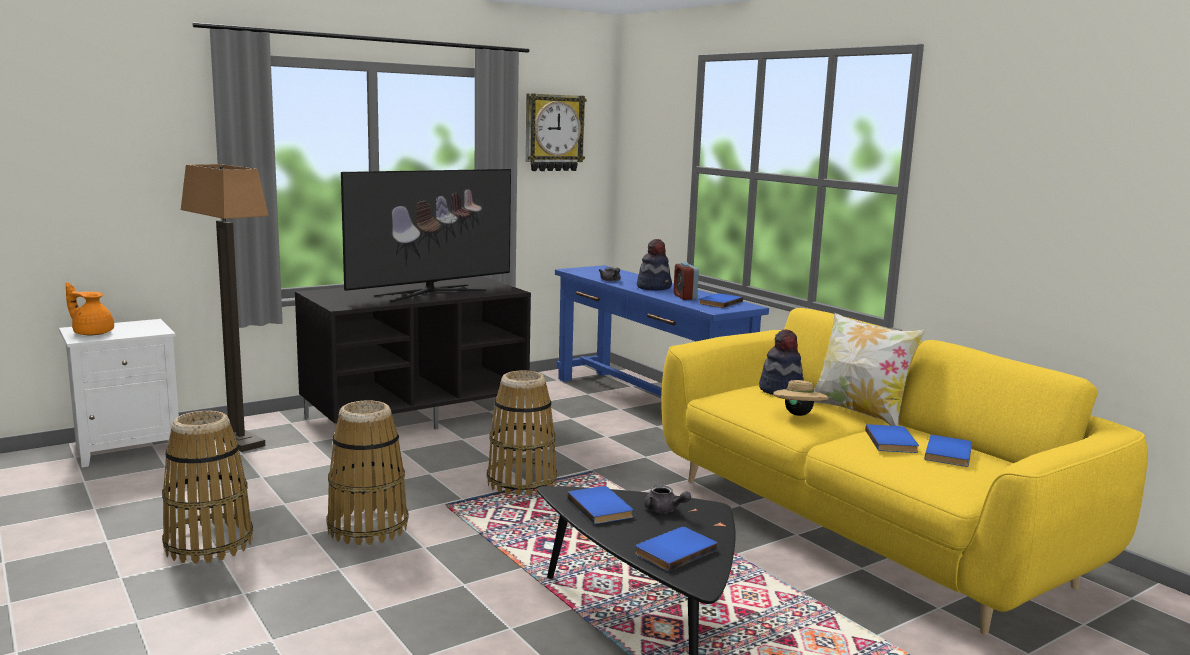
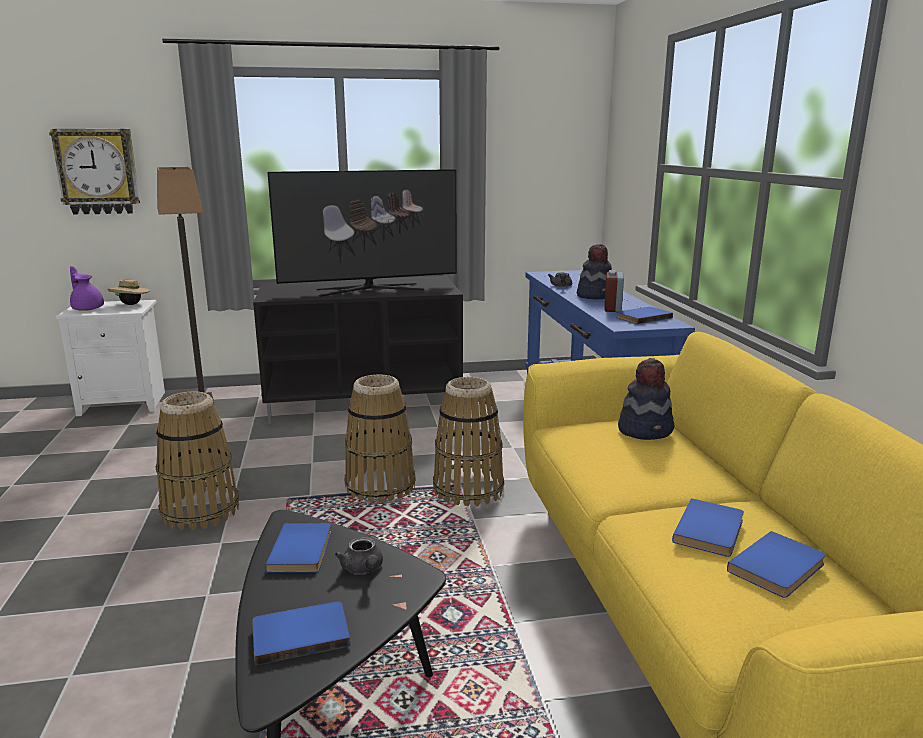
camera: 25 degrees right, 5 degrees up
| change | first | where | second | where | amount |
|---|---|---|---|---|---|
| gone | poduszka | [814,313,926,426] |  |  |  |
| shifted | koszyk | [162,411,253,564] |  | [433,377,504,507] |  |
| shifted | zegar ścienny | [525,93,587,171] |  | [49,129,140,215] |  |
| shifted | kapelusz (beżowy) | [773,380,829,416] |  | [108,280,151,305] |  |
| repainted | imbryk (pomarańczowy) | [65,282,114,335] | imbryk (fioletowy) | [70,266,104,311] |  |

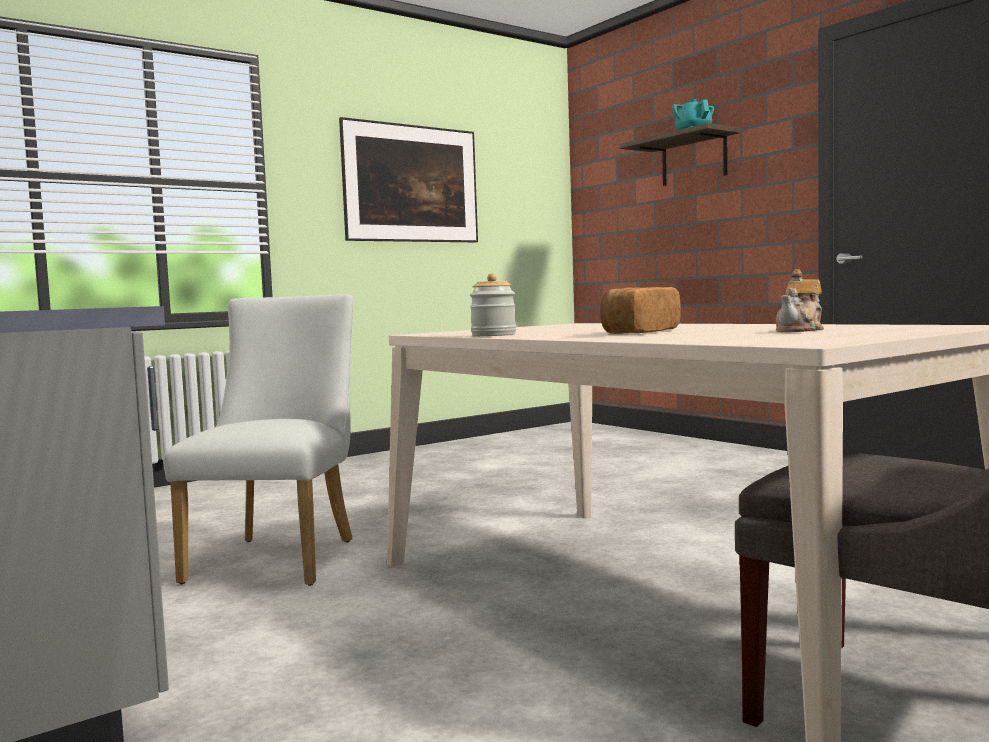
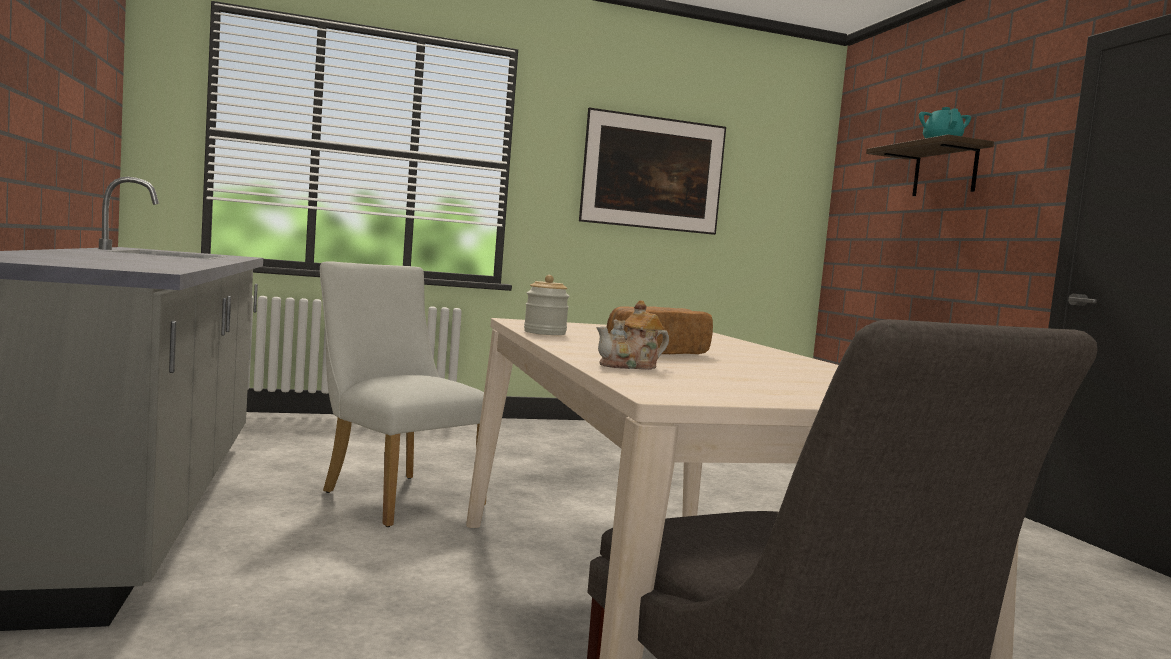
camera: 20 degrees right, 0 degrees up
| change | first | where | second | where | amount |
|---|---|---|---|---|---|
| shifted | imbryk | [776,269,824,332] |  | [596,300,669,370] |  |
| rotated | krzesło (biały) | [163,294,354,586] |  | [320,261,486,527] | 75 degrees counterclockwise |

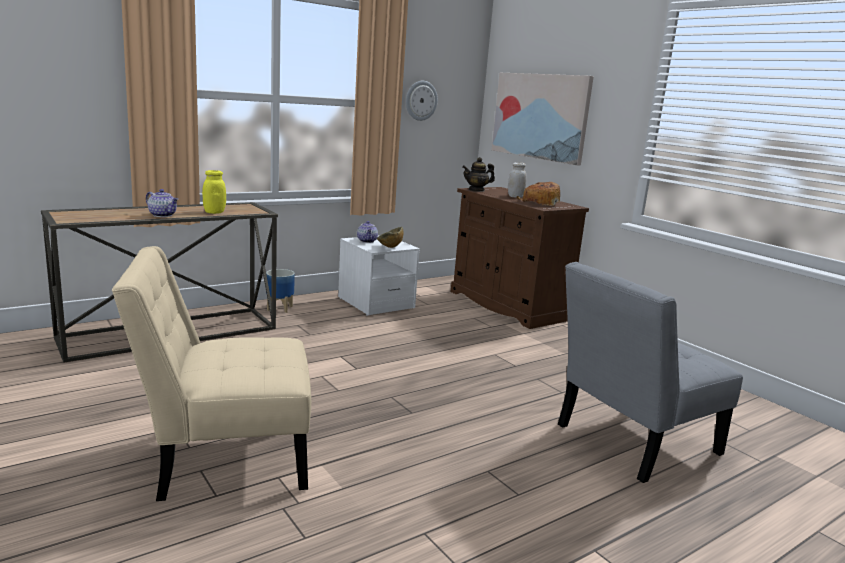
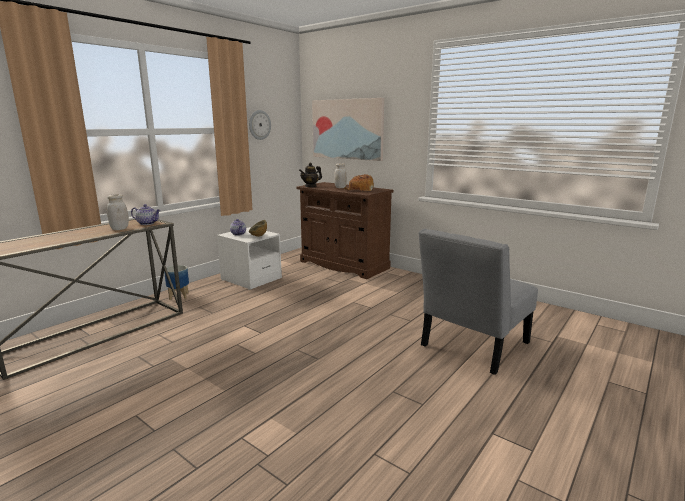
camera: 15 degrees left, 0 degrees up
| change | first | where | second | where | amount |
|---|---|---|---|---|---|
| gone | krzesło (beżowy) | [112,246,311,501] |  |  |  |
| shifted | imbryk | [146,189,178,217] |  | [131,204,160,225] |  |
| repainted | słoik (żółty) | [202,170,226,214] | słoik (biały) | [107,194,129,230] |  |

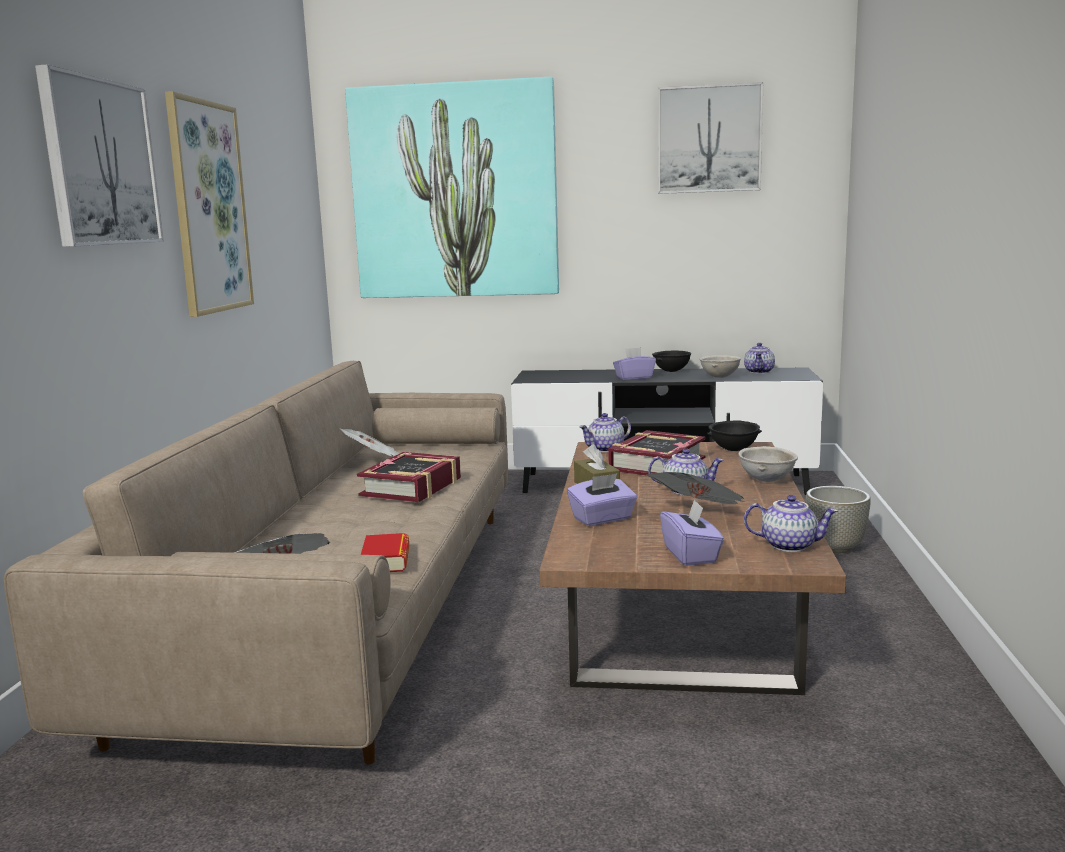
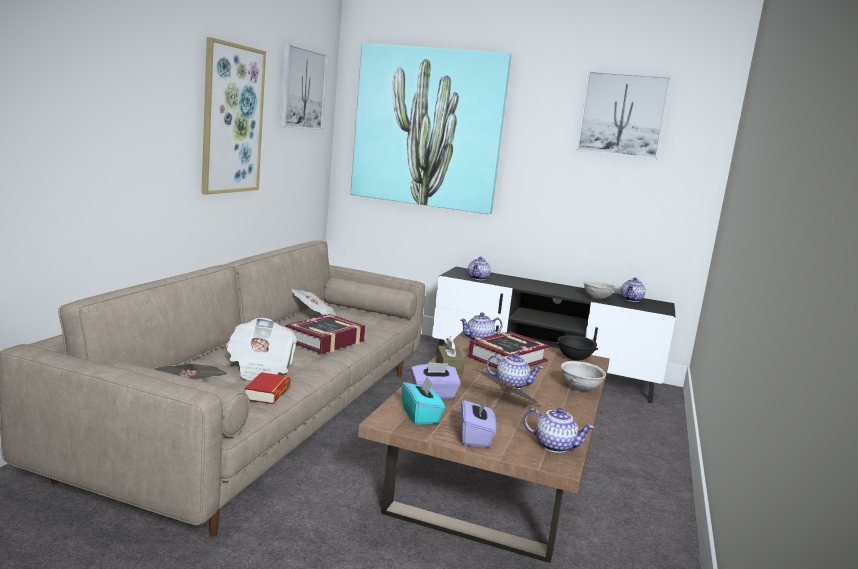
camera: 10 degrees right, 0 degrees up
| change | first | where | second | where | amount |
|---|---|---|---|---|---|
| gone | pudełko chusteczek (fioletowy) | [613,347,656,380] |  |  |  |
| gone | miska (czarny) | [652,350,691,372] |  |  |  |
| gone | donica (szary) | [806,486,871,553] |  |  |  |
| new |  |  | gazeta | [226,318,297,380] |  |
| new |  |  | pudełko chusteczek (turkusowy) | [402,376,445,425] |  |
| new |  |  | imbryk | [468,257,491,280] |  |
| shifted | obraz | [35,65,164,247] |  | [280,43,328,130] |  |

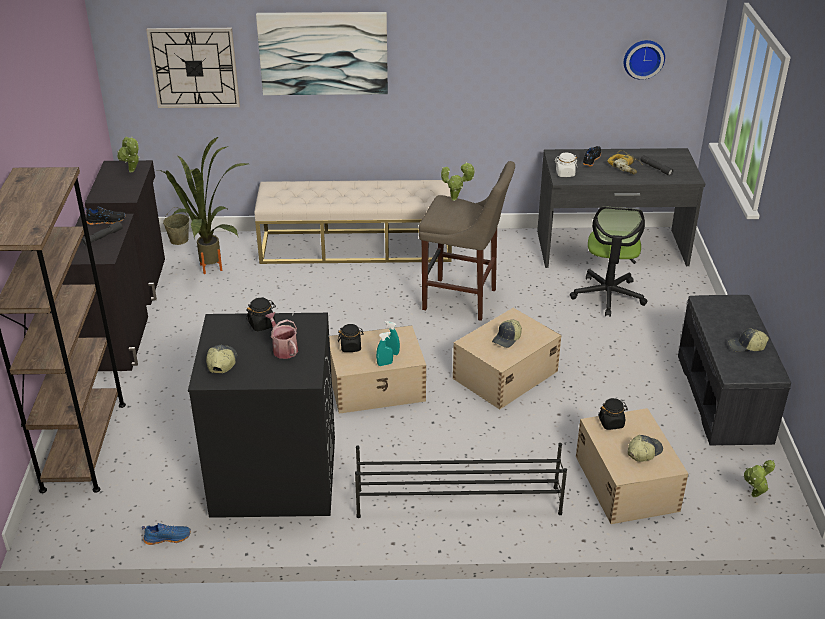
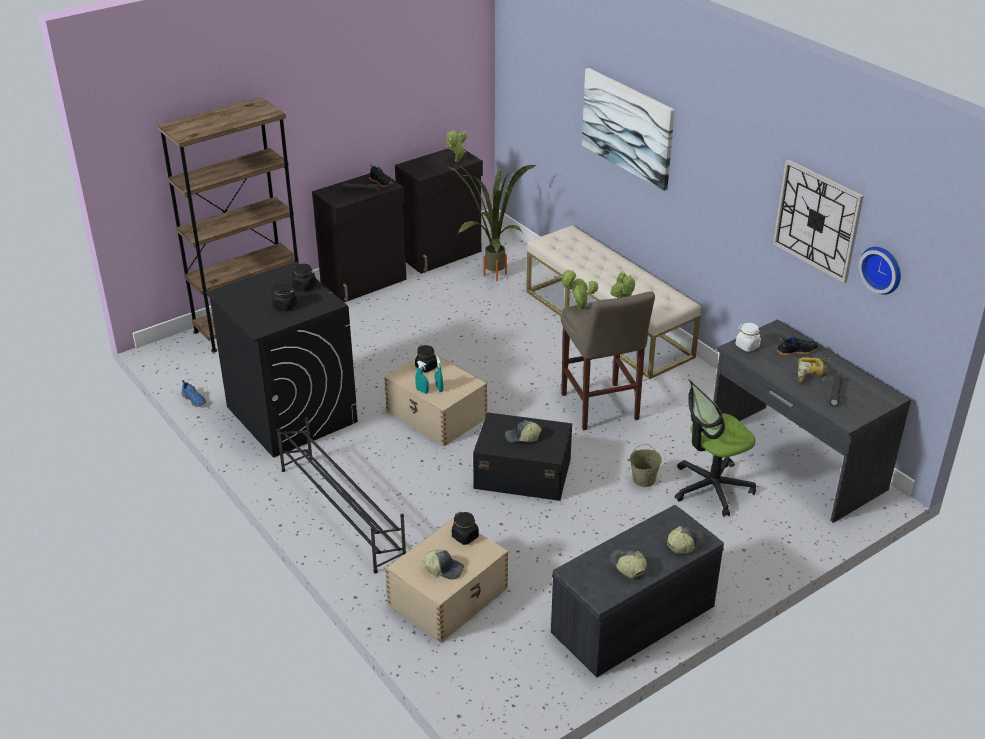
camera: 55 degrees right, 0 degrees up
| change | first | where | second | where | amount |
|---|---|---|---|---|---|
| shifted | zegar ścienny | [146,28,240,108] |  | [773,159,864,283] |  |
| shifted | wiadro (beżowy) | [163,207,189,245] |  | [630,444,662,487] |  |
| shifted | czapka z daszkiem | [206,345,237,373] |  | [667,526,706,554] |  |
| shifted | roślina doniczkowa | [743,460,775,497] |  | [561,269,598,310] |  |
| swapped | konewka | [265,312,298,359] | słoik (czarny) | [271,283,297,311] |  |
| repainted | pojemnik do przechowywania (beżowy) | [453,308,562,409] | pojemnik do przechowywania (czarny) | [473,412,572,501] |  |

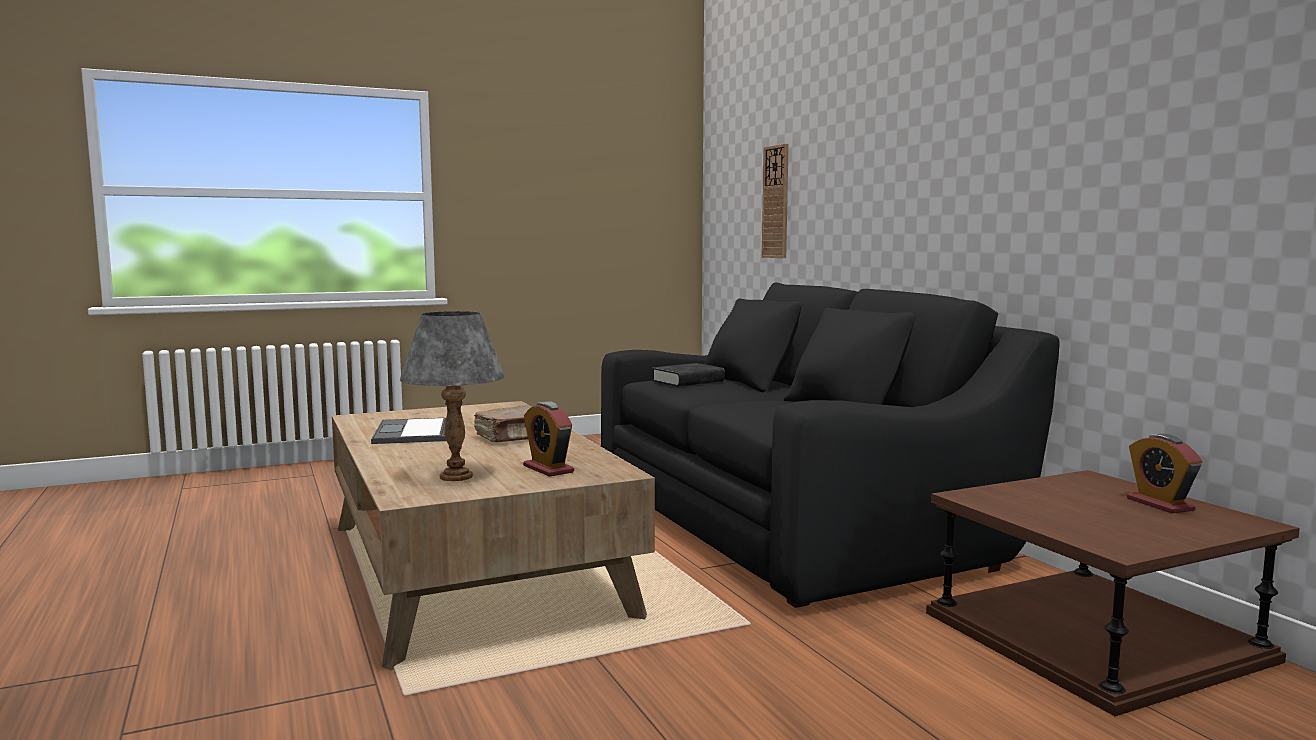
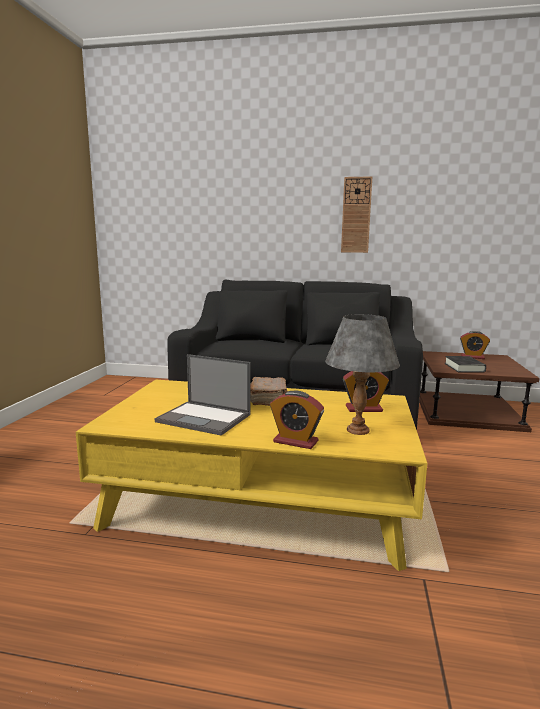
camera: 55 degrees left, 5 degrees up
| change | first | where | second | where | amount |
|---|---|---|---|---|---|
| new |  |  | budzik | [270,391,324,449] |  |
| shifted | książka (czarny) | [652,363,725,387] |  | [445,356,486,373] |  |
| shifted | zegar ścienny | [762,144,789,258] |  | [341,176,372,253] |  |
| repainted | ława (brązowy) | [332,401,655,670] | ława (żółty) | [76,379,427,571] |  |

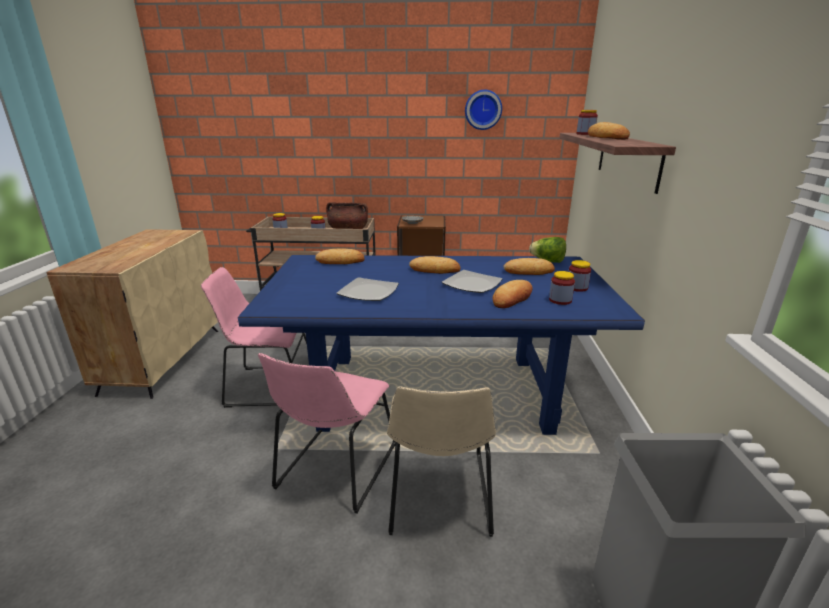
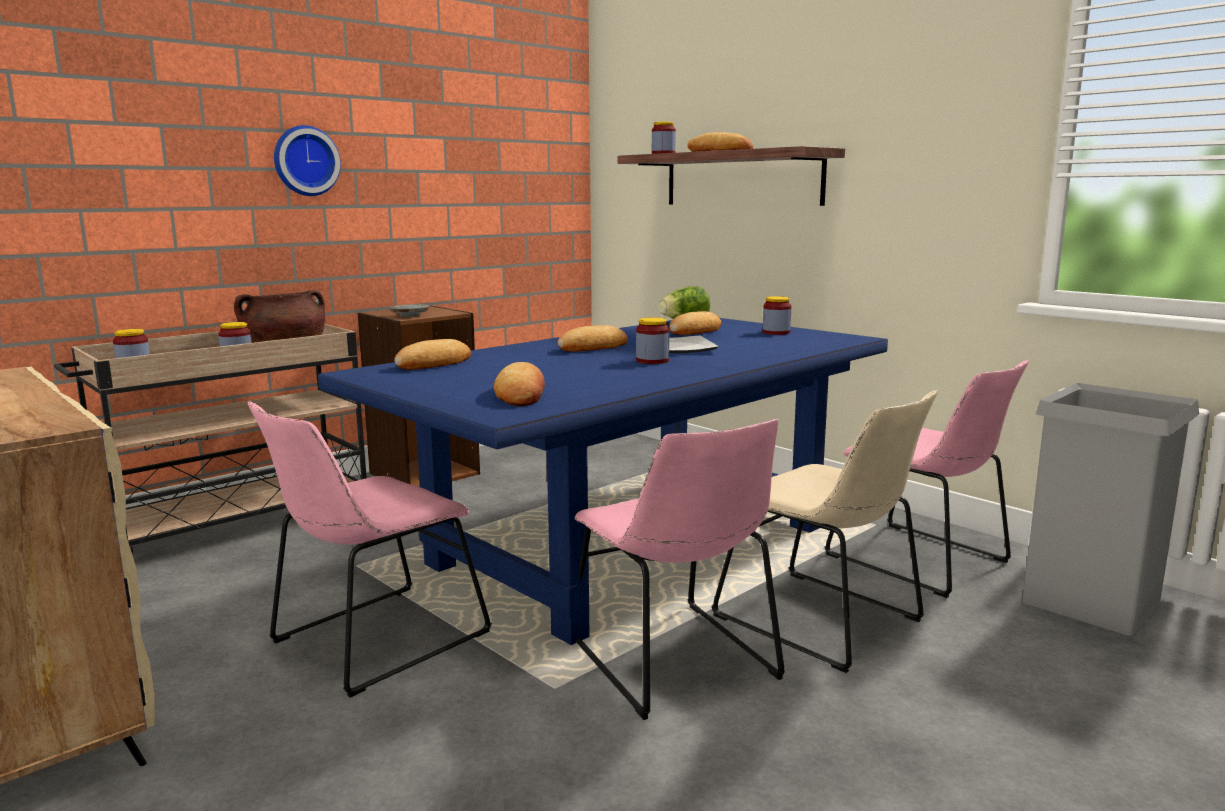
camera: 45 degrees left, 10 degrees down
| change | first | where | second | where | amount |
|---|---|---|---|---|---|
| gone | talerz | [336,277,399,301] |  |  |  |
| new |  |  | krzesło (różowy) | [825,360,1029,598] |  |
| shifted | zegar ścienny | [465,90,502,130] |  | [274,125,341,196] |  |
| shifted | chleb | [493,280,532,308] |  | [494,362,545,406] |  |
| shifted | słoik | [549,271,575,305] |  | [636,318,669,364] |  |

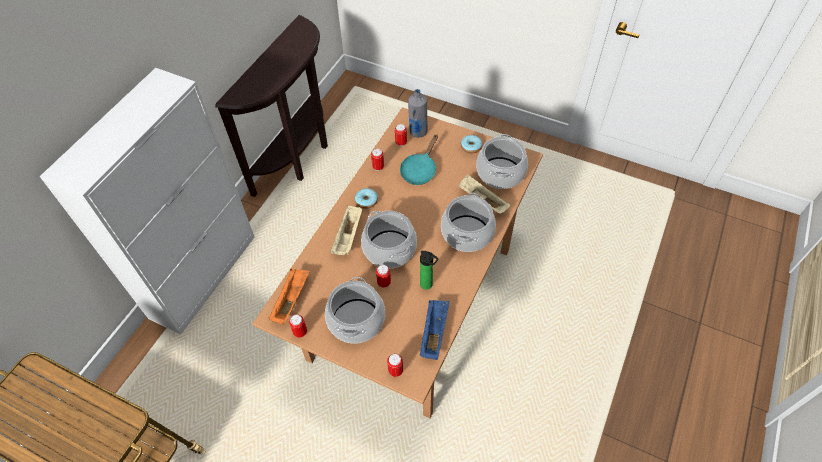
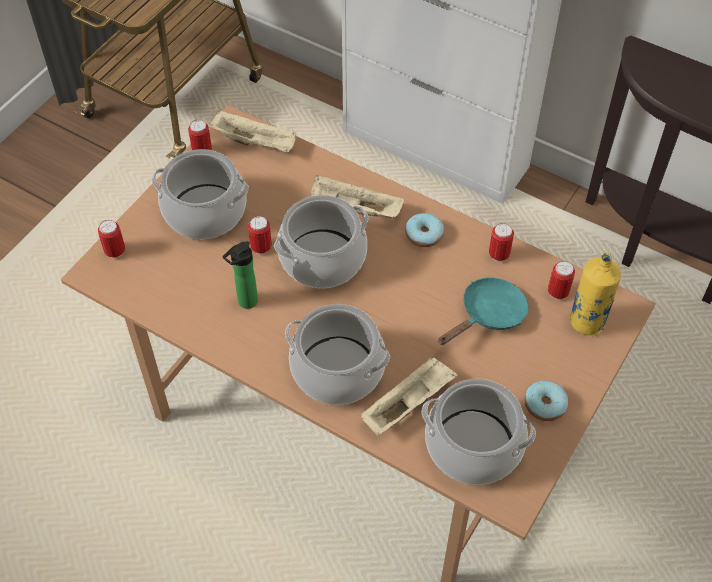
camera: 95 degrees right, 0 degrees up
| change | first | where | second | where | amount |
|---|---|---|---|---|---|
| gone | taca (niebieski) | [420,300,450,360] |  |  |  |
| repainted | taca (pomarańczowy) | [269,269,310,325] | taca (beżowy) | [208,110,296,153] |  |
| repainted | butelka (szary) | [408,89,428,138] | butelka (żółty) | [570,253,621,335] |  |
| rotated | patelnia (turkusowy) | [400,134,438,185] |  | [438,277,529,345] | 105 degrees clockwise |

